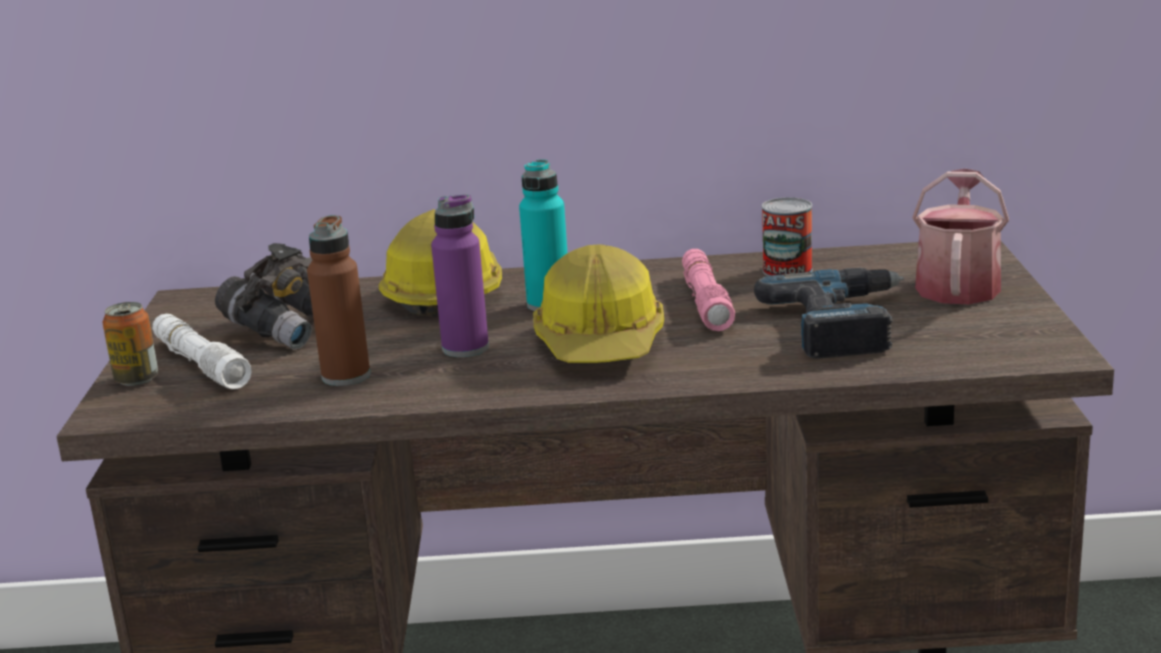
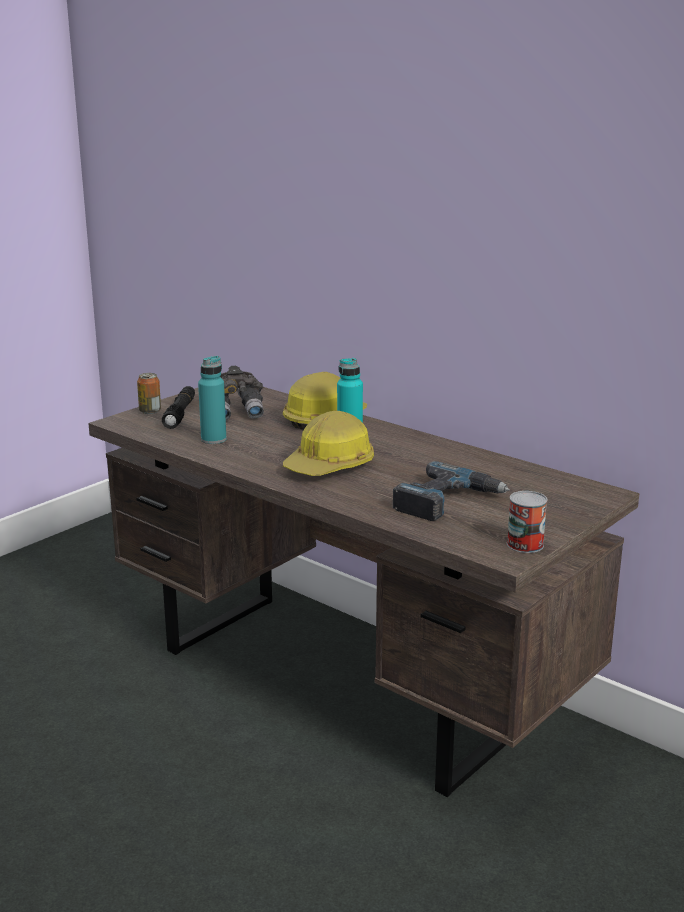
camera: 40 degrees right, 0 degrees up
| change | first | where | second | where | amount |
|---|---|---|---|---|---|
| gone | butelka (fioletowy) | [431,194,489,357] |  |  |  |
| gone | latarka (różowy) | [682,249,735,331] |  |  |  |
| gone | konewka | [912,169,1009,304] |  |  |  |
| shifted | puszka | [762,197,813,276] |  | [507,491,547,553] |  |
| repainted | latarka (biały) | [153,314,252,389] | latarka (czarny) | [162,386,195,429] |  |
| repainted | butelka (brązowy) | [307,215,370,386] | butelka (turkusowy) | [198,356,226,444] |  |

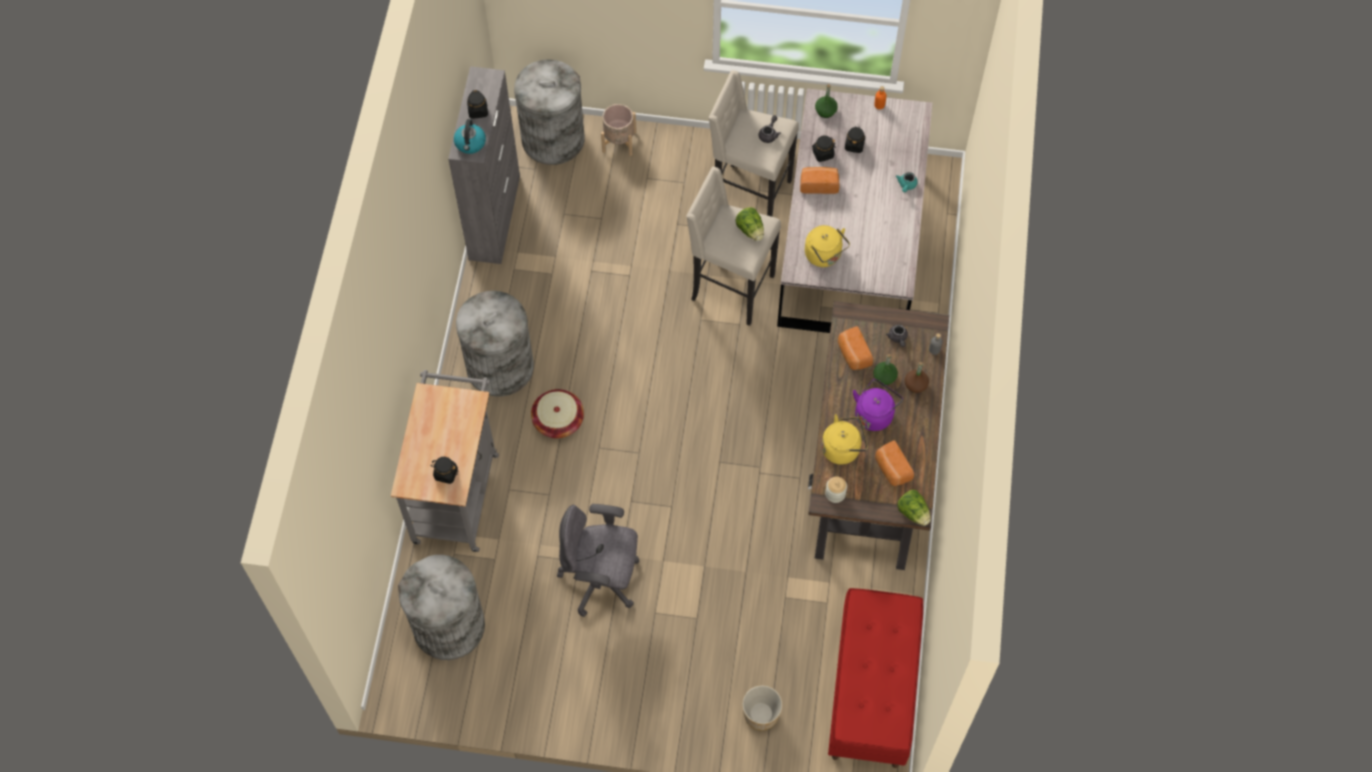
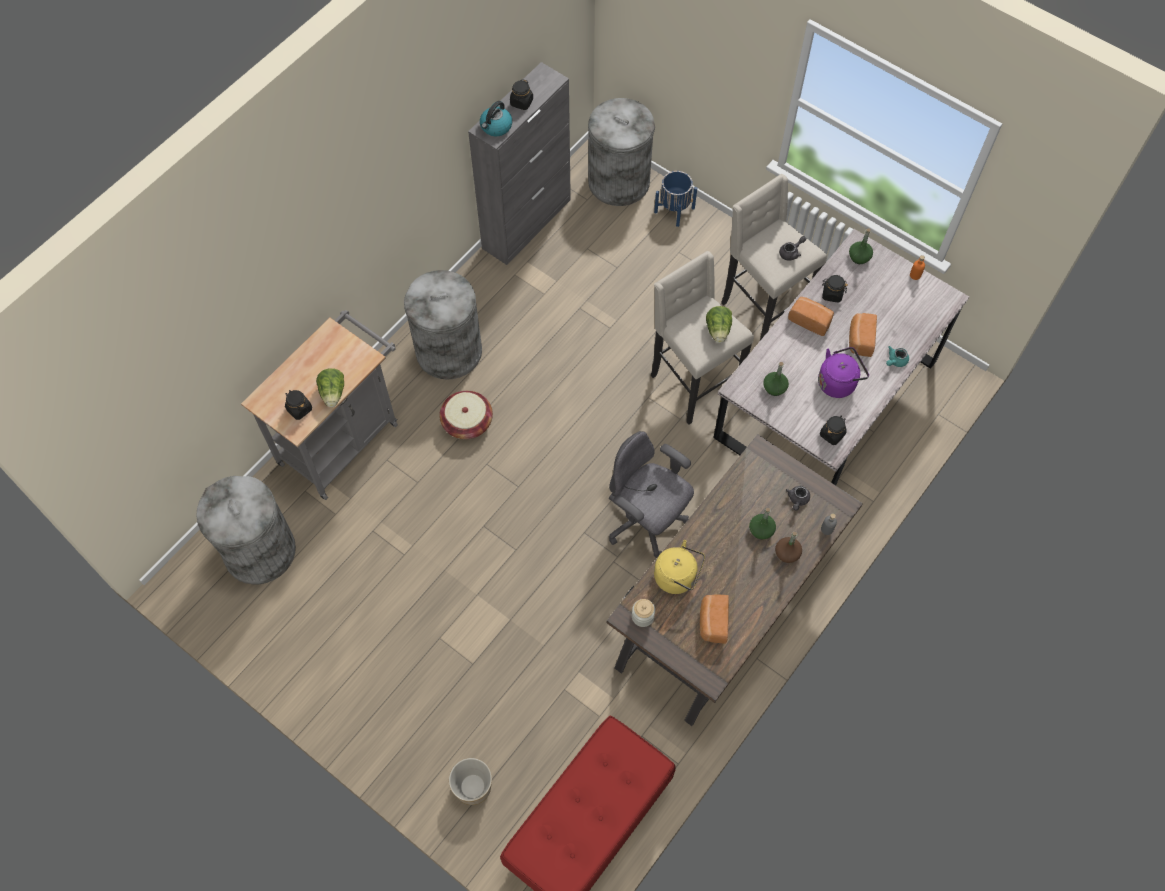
camera: 30 degrees right, 0 degrees up
| change | first | where | second | where | amount |
|---|---|---|---|---|---|
| shifted | krzesło biurowe (szary) | [557,504,640,617] |  | [609,431,694,558] |  |
| shifted | chleb | [838,326,873,370] |  | [849,313,877,357] |  |
| shifted | słoik (czarny) | [845,126,865,153] |  | [820,416,847,445] |  |
| shifted | czajnik (fioletowy) | [853,379,903,431] |  | [818,347,869,398] |  |
| shifted | sałata | [898,490,931,526] |  | [316,368,344,407] |  |
| swapped | czajnik (żółty) | [805,225,850,267] | butelka (zielony) | [763,362,789,396] |  |
| repainted | donica (beżowy) | [601,104,636,156] | donica (niebieski) | [654,171,697,227] |  |

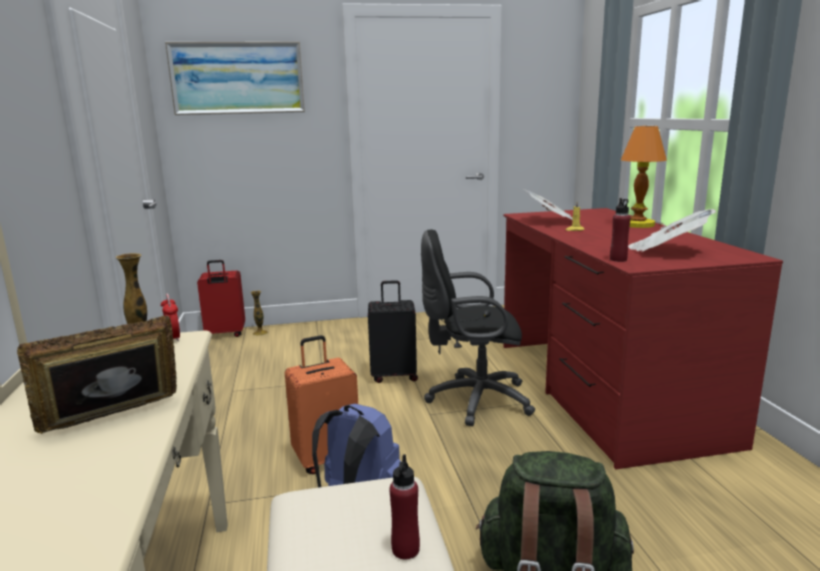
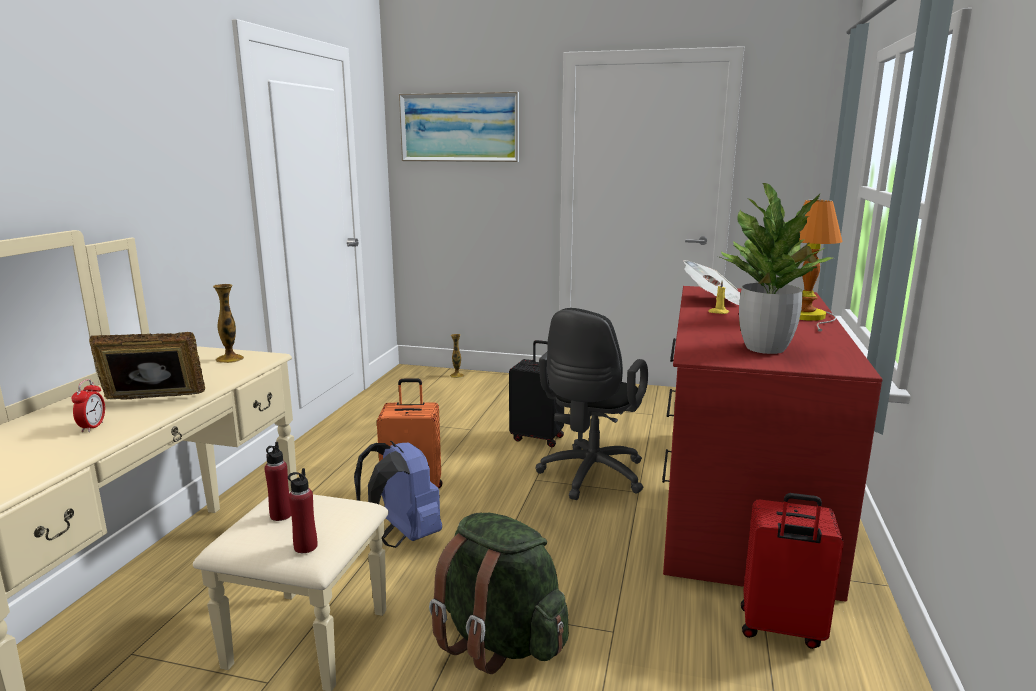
camera: 25 degrees right, 0 degrees up
| change | first | where | second | where | amount |
|---|---|---|---|---|---|
| shifted | budzik | [161,294,180,341] |  | [71,379,105,432] |  |
| shifted | walizka (czerwony) | [197,260,245,337] |  | [741,493,844,649] |  |
| shifted | butelka (czerwony) | [610,198,631,262] |  | [264,442,291,521] |  |
| swapped | gazeta | [628,209,716,252] | roślina doniczkowa | [718,183,833,354] |  |
| rotated | krzesło biurowe (czarny) | [421,230,535,426] |  | [535,308,648,500] | 90 degrees counterclockwise |

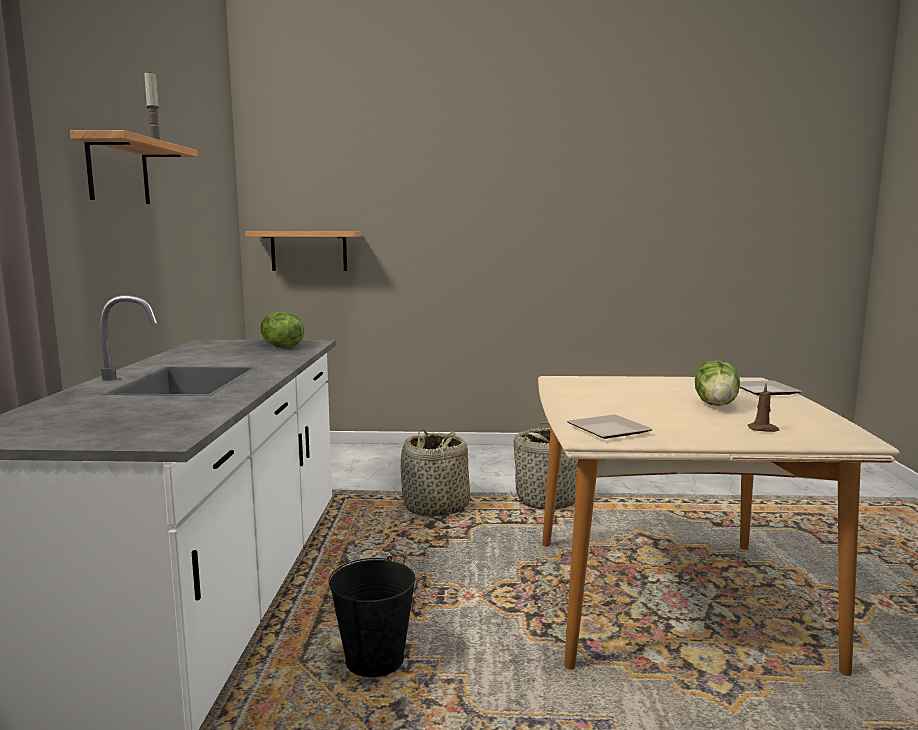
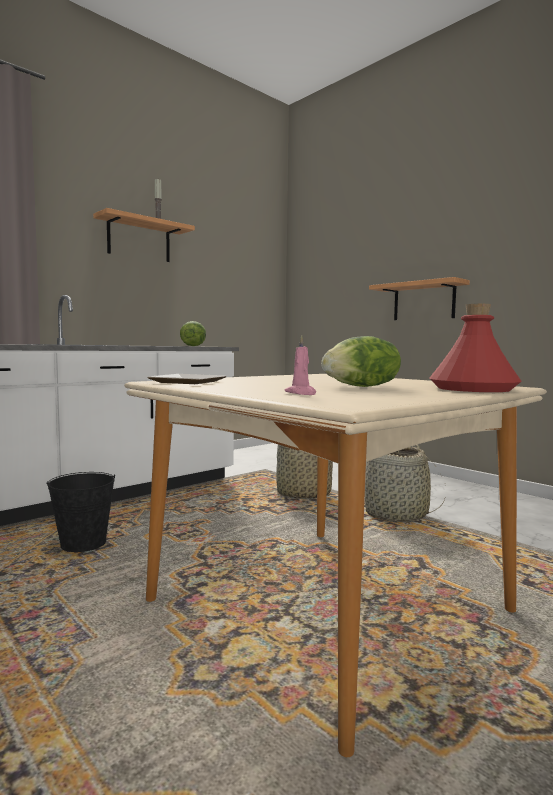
camera: 45 degrees right, 5 degrees down
| change | first | where | second | where | amount |
|---|---|---|---|---|---|
| shifted | półka | [245,232,361,271] |  | [369,277,470,320] |  |
| swapped | talerz | [739,381,802,396] | butelka (czerwony) | [429,304,521,392] |  |
| repainted | świeca (brązowy) | [748,383,779,432] | świeca (różowy) | [284,335,316,395] |  |

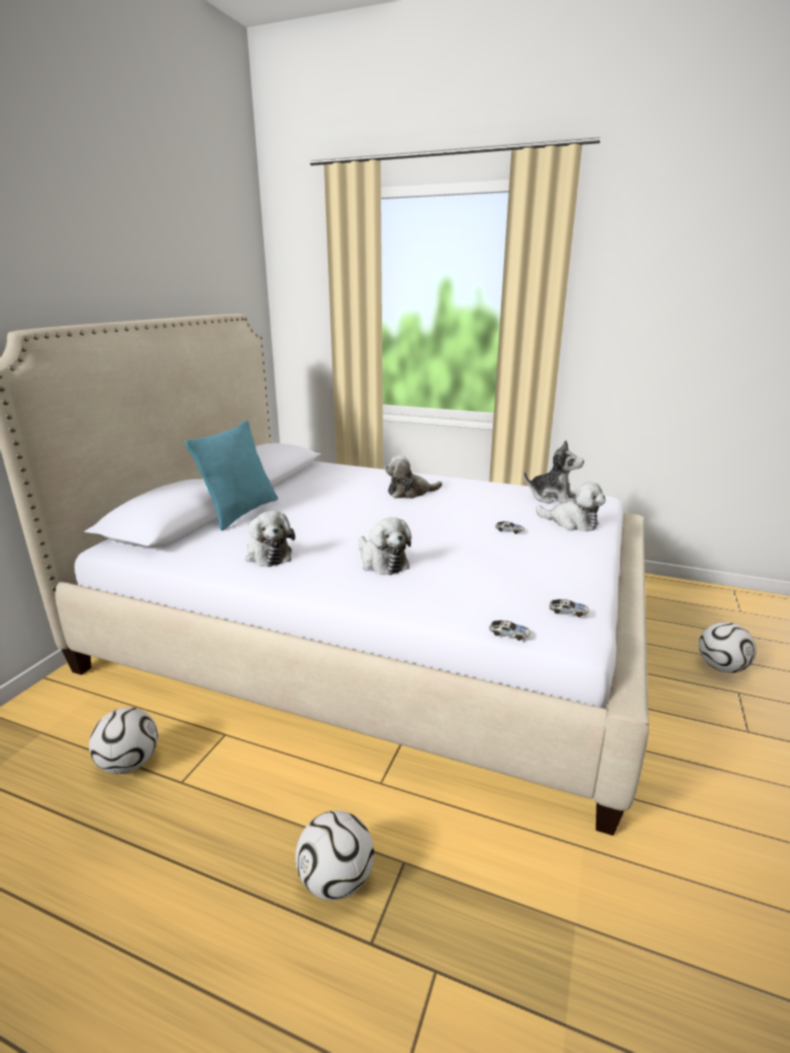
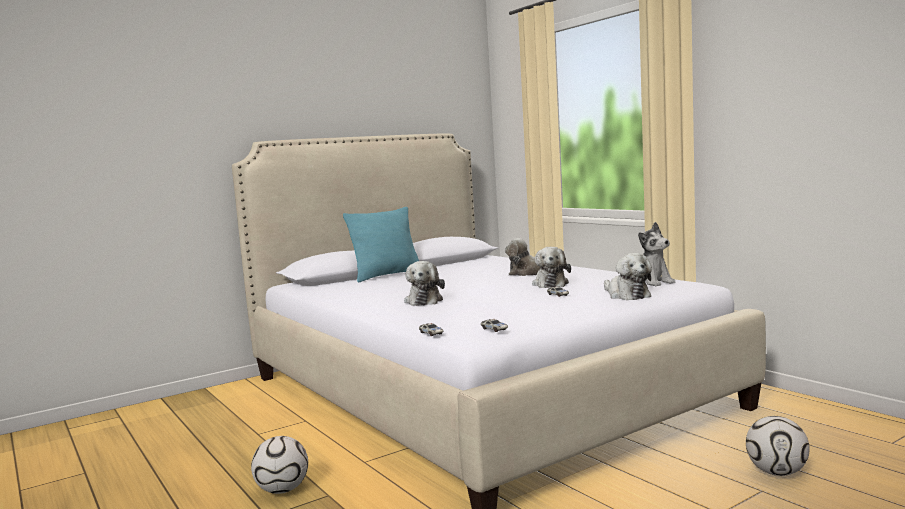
camera: 35 degrees right, 15 degrees down
| change | first | where | second | where | amount |
|---|---|---|---|---|---|
| gone | piłka futbolowa | [89,707,158,774] |  |  |  |
| shifted | pluszak | [246,511,295,567] |  | [532,247,571,288] |  |

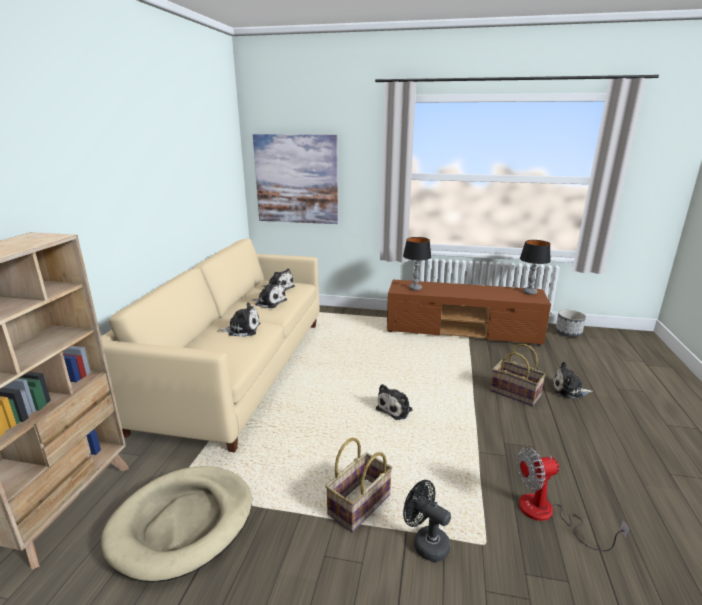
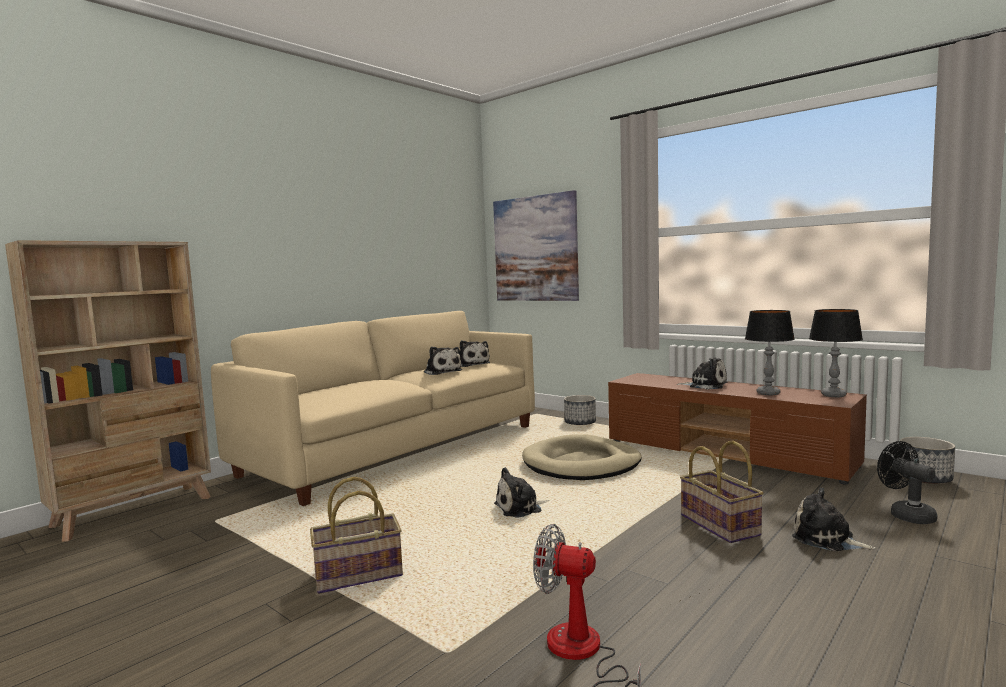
camera: 30 degrees right, 15 degrees down
| change | first | where | second | where | amount |
|---|---|---|---|---|---|
| new |  |  | donica | [564,395,596,425] |  |
| shifted | legowisko (beżowy) | [101,466,252,582] |  | [522,434,642,480] |  |
| shifted | pluszak | [218,303,260,337] |  | [677,357,727,389] |  |
| shifted | lampa stołowa | [403,237,431,291] |  | [745,310,795,395] |  |
| shifted | wentylator (czarny) | [403,480,451,562] |  | [877,441,937,524] |  |

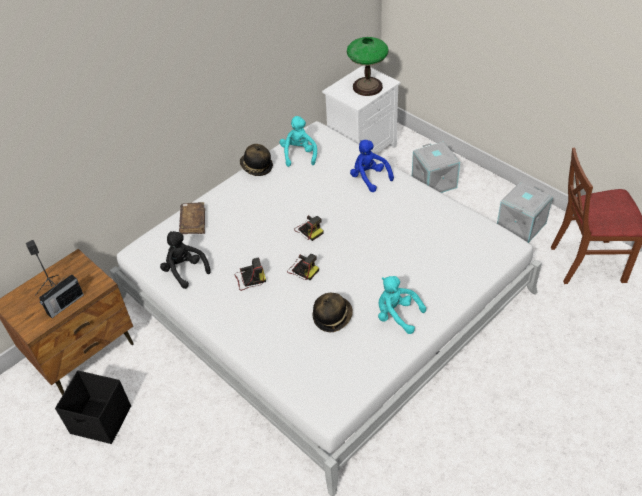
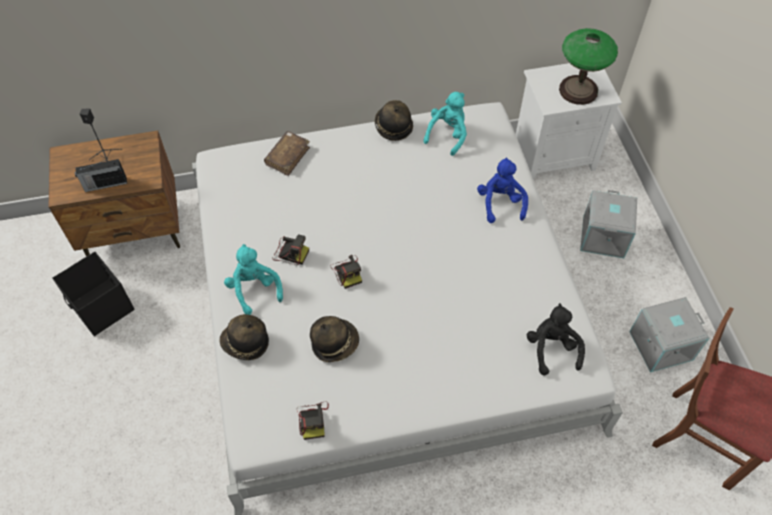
camera: 30 degrees right, 10 degrees up
| change | first | where | second | where | amount |
|---|---|---|---|---|---|
| new |  |  | kapelusz | [220,314,269,360] |  |
| shifted | pluszak (czarny) | [160,231,211,289] |  | [527,303,585,376] |  |
| shifted | aparat fotograficzny | [294,215,324,241] |  | [297,401,329,440] |  |
| shifted | pluszak (turkusowy) | [378,276,426,334] |  | [224,244,283,315] |  |

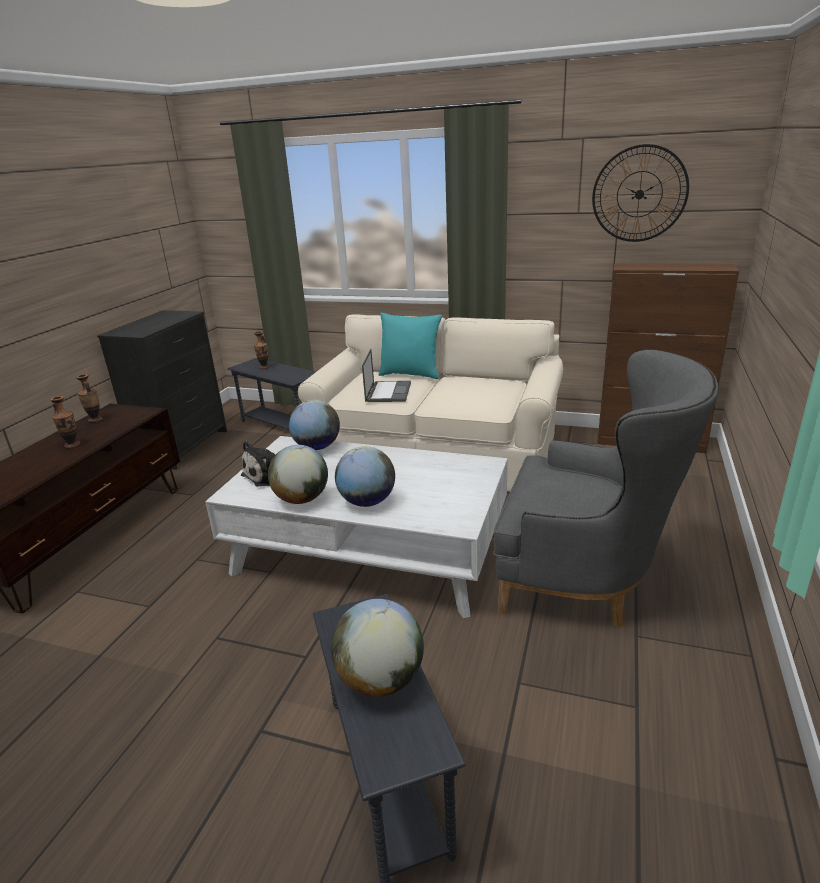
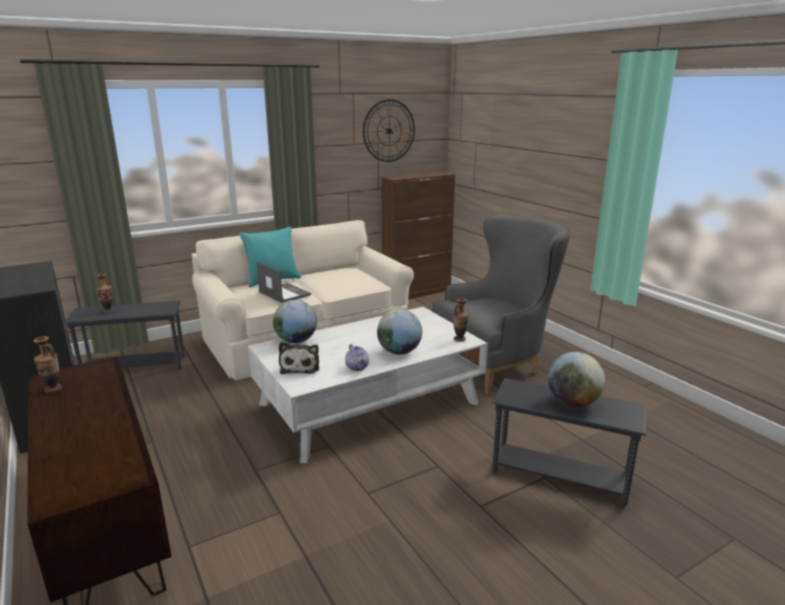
camera: 50 degrees left, 5 degrees down
| change | first | where | second | where | amount |
|---|---|---|---|---|---|
| shifted | wazon | [50,396,80,448] |  | [453,298,469,342] |  |
| swapped | globus | [268,445,328,504] | imbryk | [345,344,369,371] |  |

